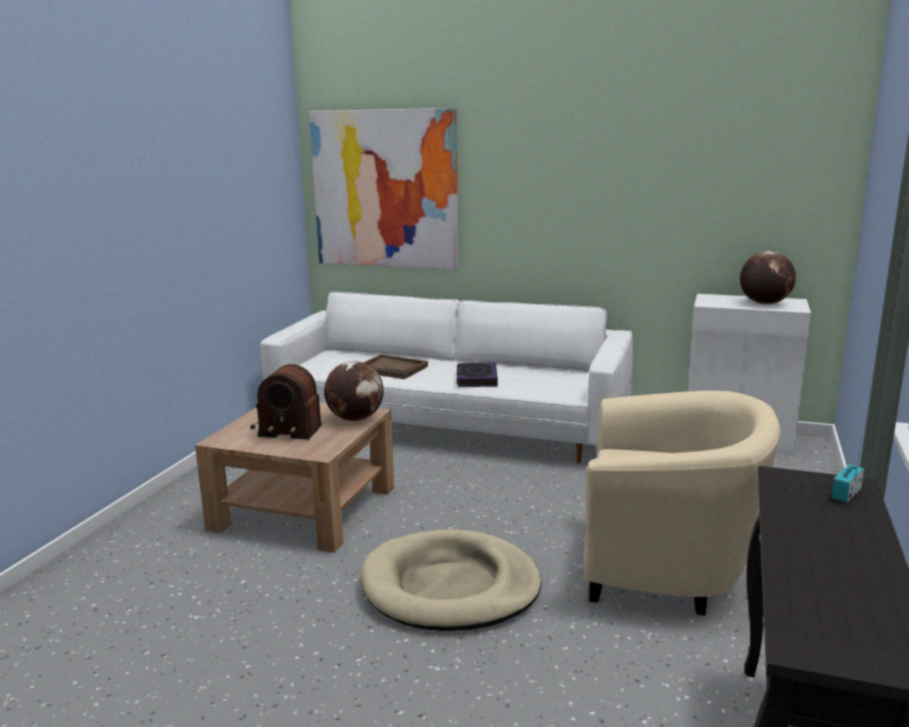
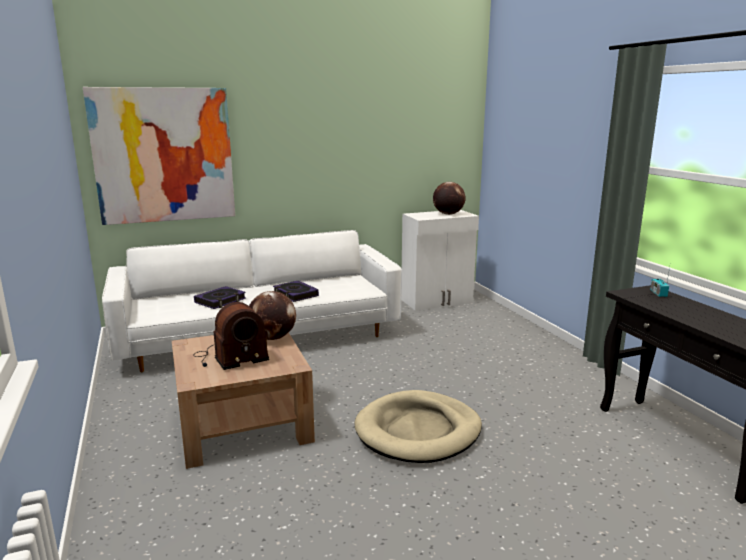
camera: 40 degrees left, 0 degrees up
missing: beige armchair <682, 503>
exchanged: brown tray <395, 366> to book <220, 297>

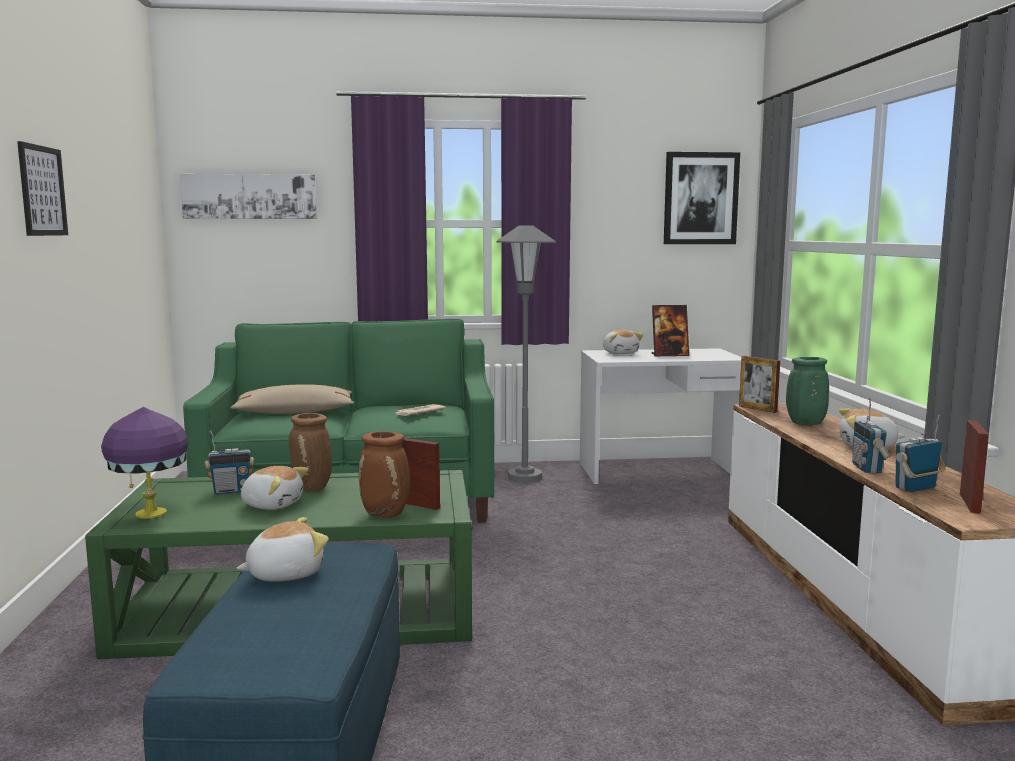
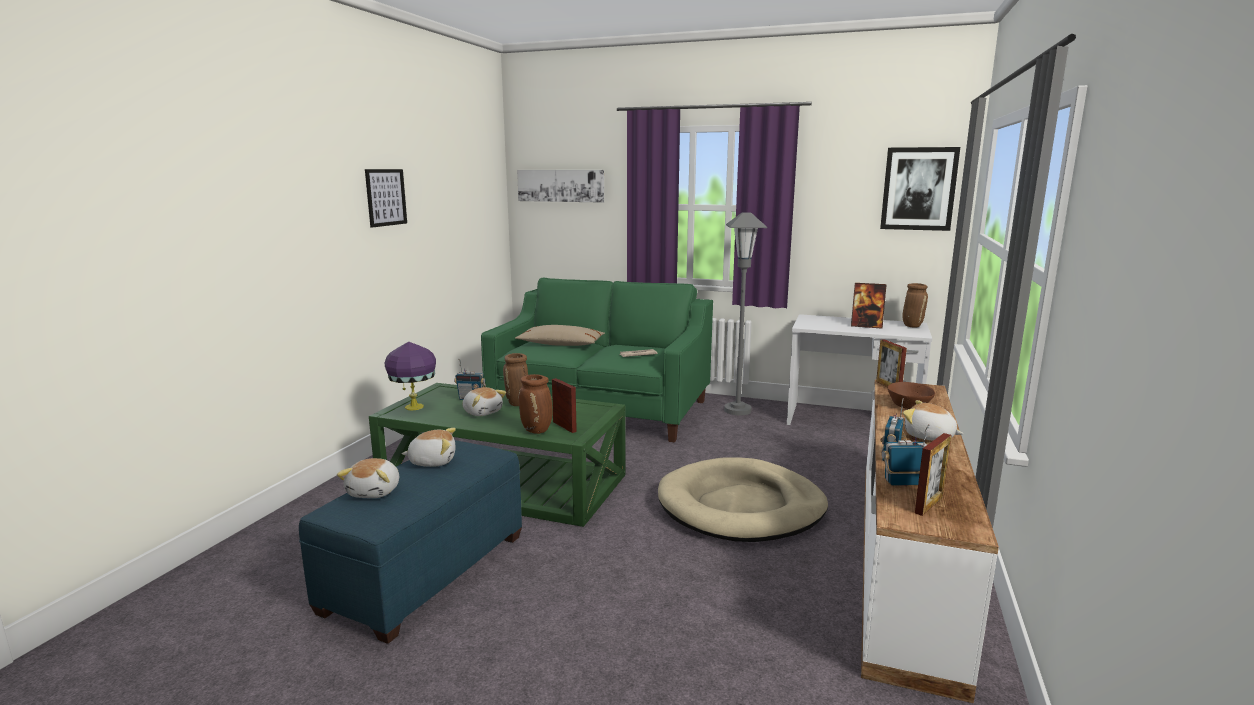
camera: 25 degrees right, 5 degrees up
appeared: beige dog bed <743, 499>; brown vase <915, 305>
relocated: plush toy <623, 341> to <368, 478>
exchanged: green vase <807, 391> to brown bowl <911, 395>

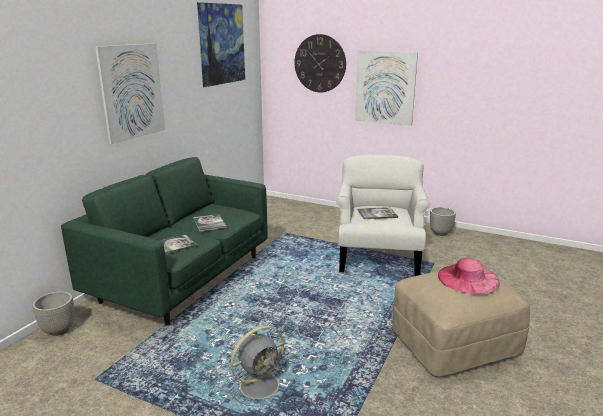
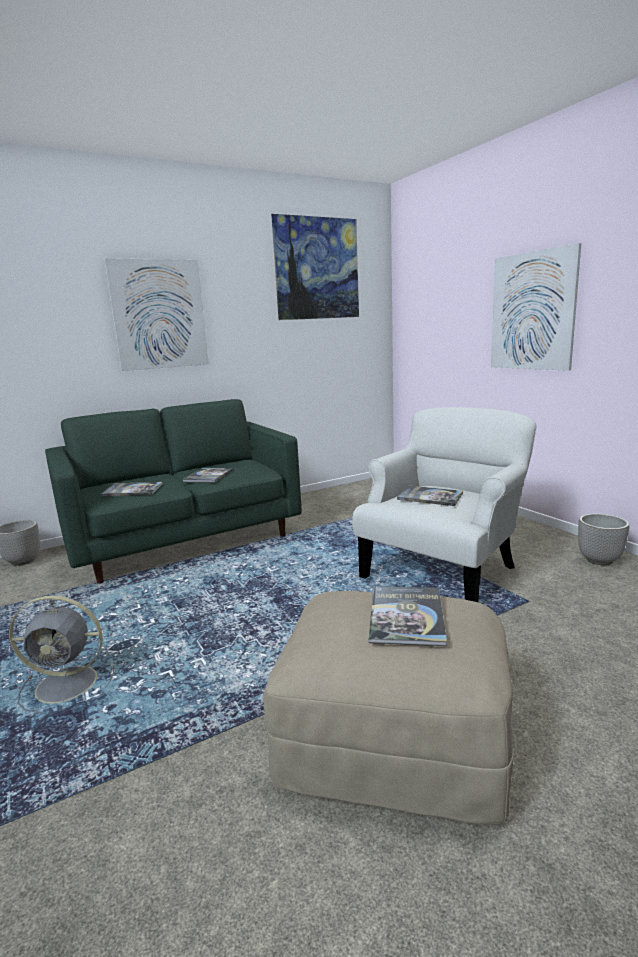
camera: 35 degrees right, 5 degrees down
missing: wall clock <320, 63>
exchanged: pink hat <469, 276> to book <408, 616>

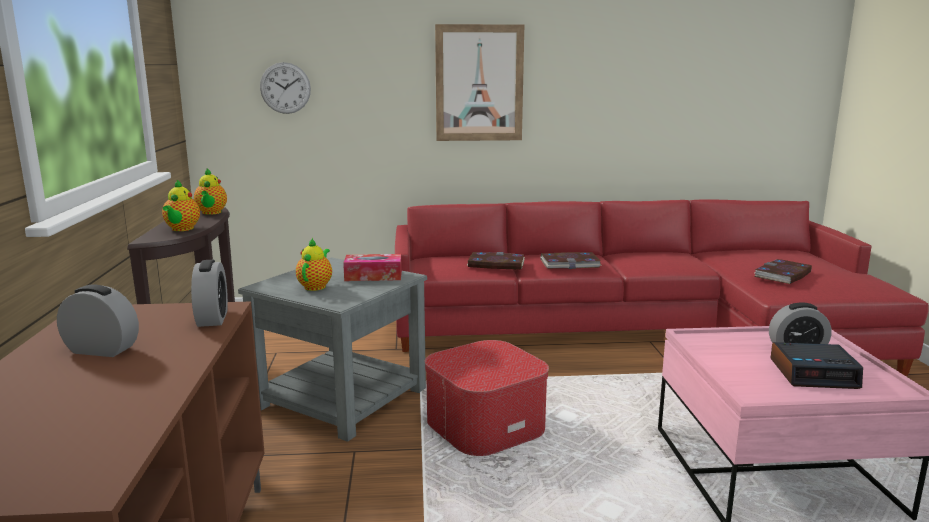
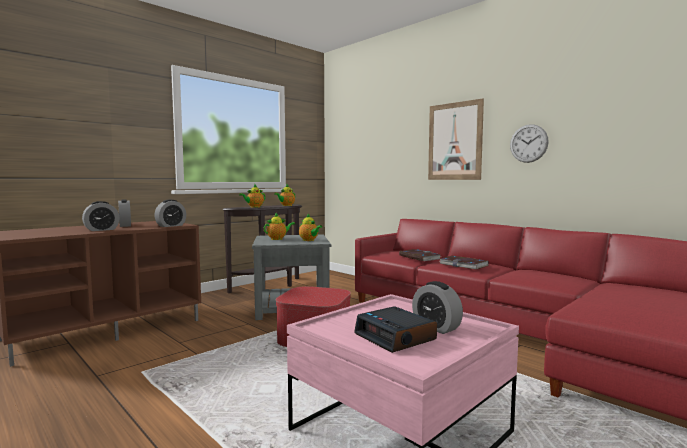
camera: 50 degrees right, 10 degrees down
missing: book <783, 271>
appeared: alarm clock <101, 216>
relocated: wall clock <285, 88> to <529, 143>
exchanged: tissue box <372, 267> to teapot <310, 227>

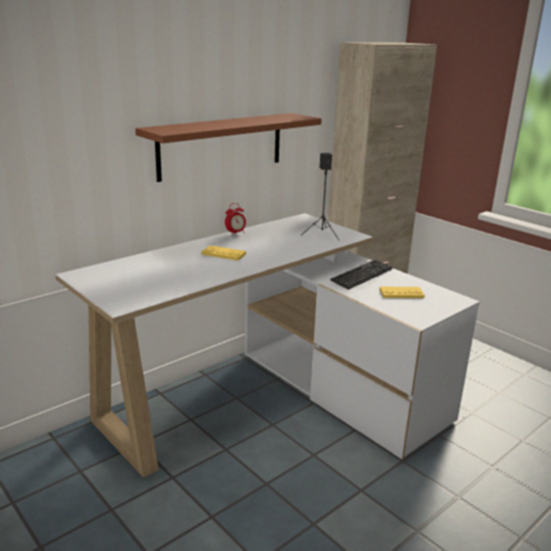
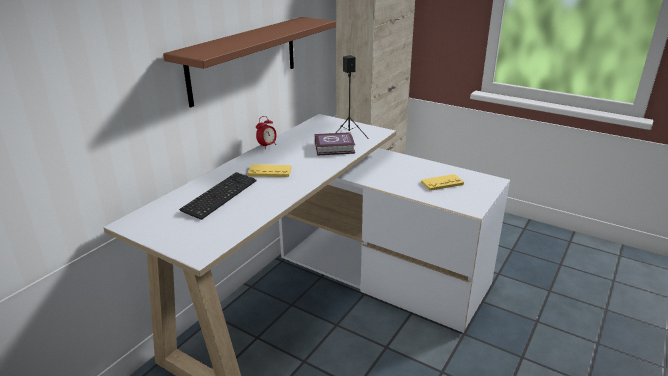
camera: 15 degrees left, 5 degrees up
appeared: book <335, 144>
relocated: keyboard <361, 274> to <217, 196>

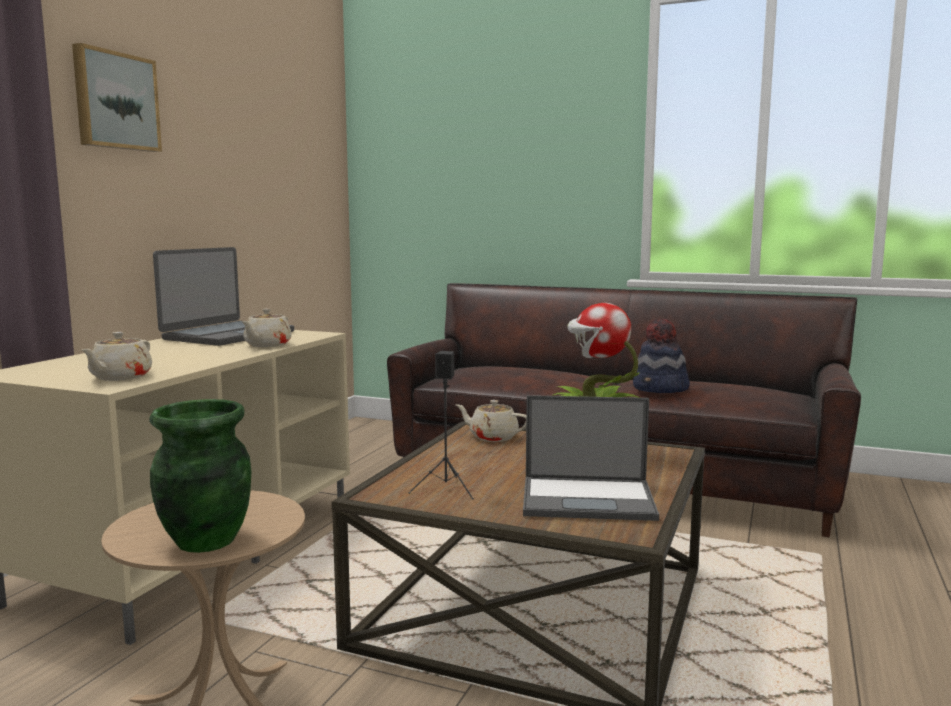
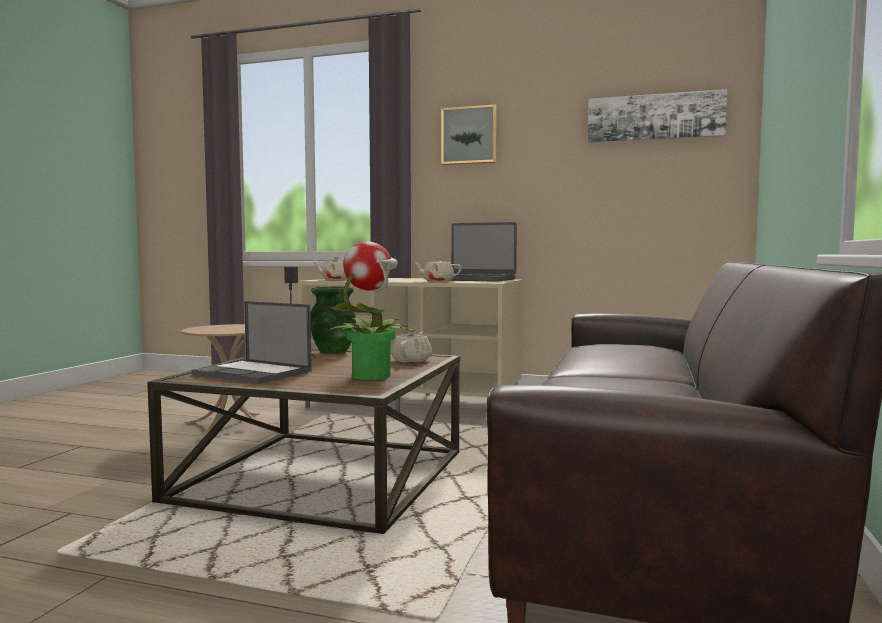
camera: 85 degrees right, 5 degrees down
missing: hat <661, 356>
appeared: picture <657, 116>
relocated: green vase <200, 476> to <333, 320>
spun: laptop <591, 458> = <252, 342> 60 degrees counterclockwise

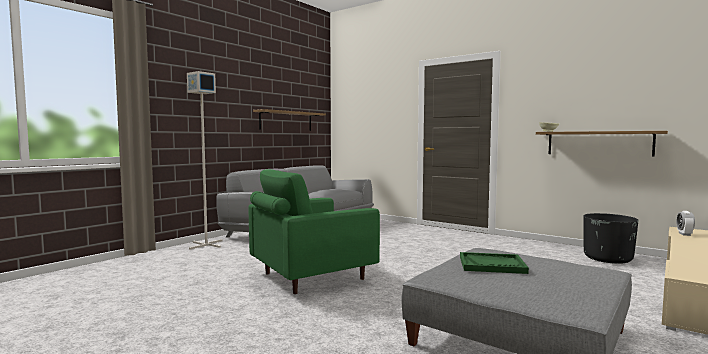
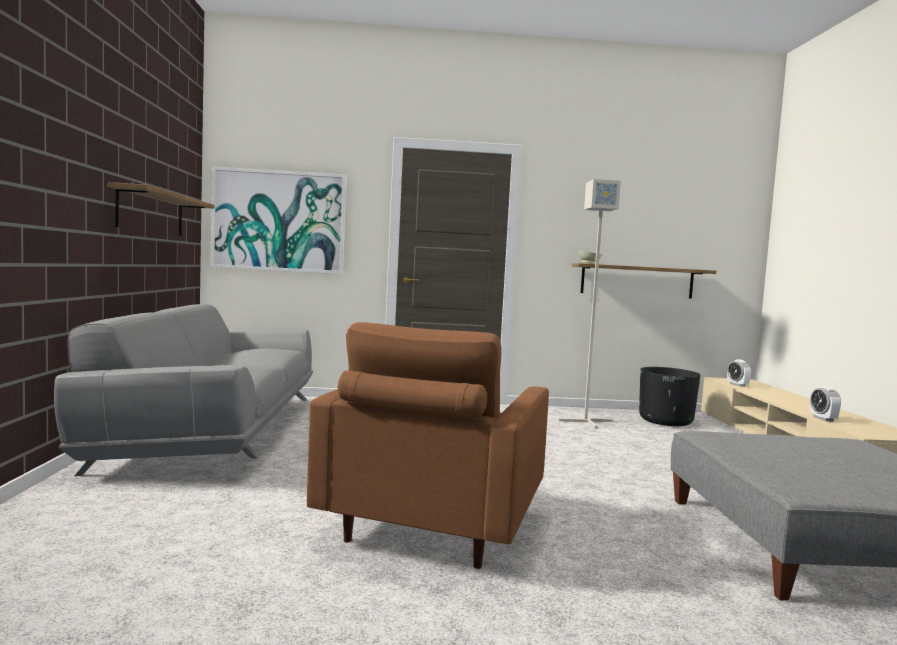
camera: 40 degrees left, 0 degrees up
missing: green tray <494, 263>
appeared: picture <278, 220>; alarm clock <825, 403>
relocated: grey floor lamp <205, 160> to <590, 304>
colour: green armchair <314, 231> to brown armchair <428, 445>

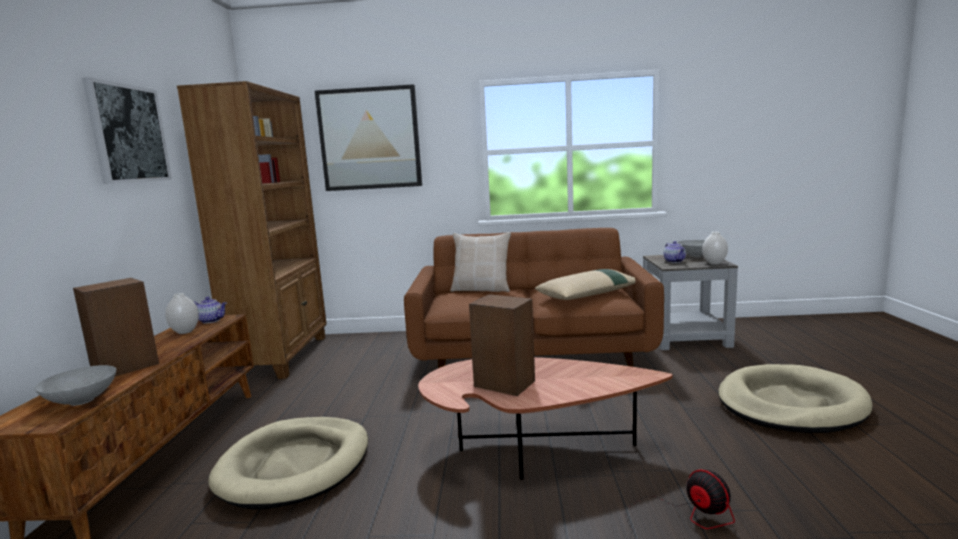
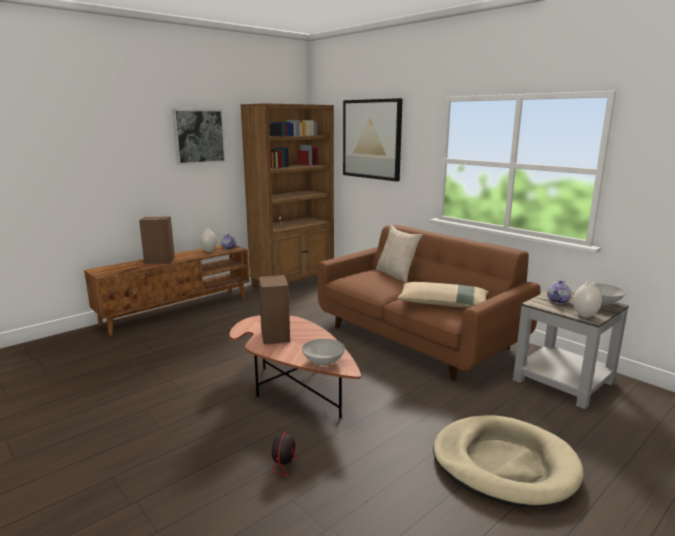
camera: 45 degrees right, 5 degrees up
missing: beige dog bed <288, 463>
relocated: grey bowl <75, 385> to <323, 352>

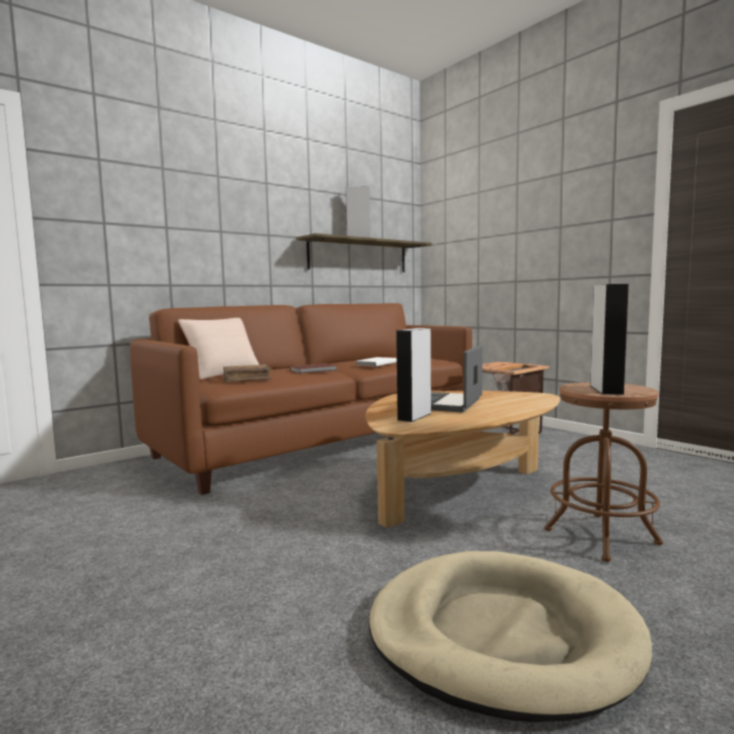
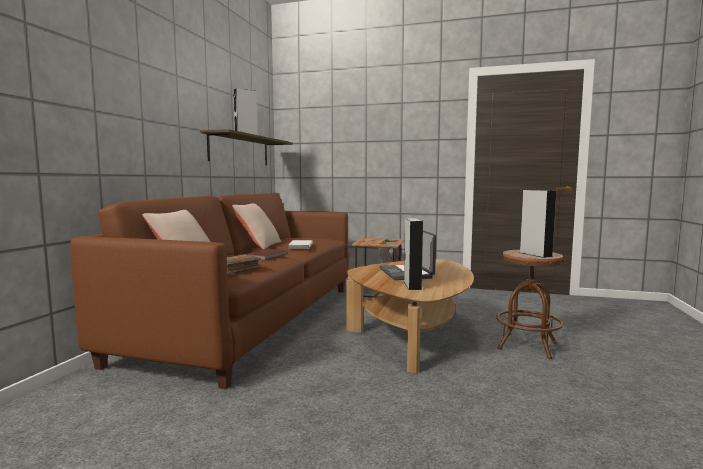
camera: 35 degrees left, 0 degrees up
missing: beige dog bed <510, 636>
appeared: beige pillow <256, 226>

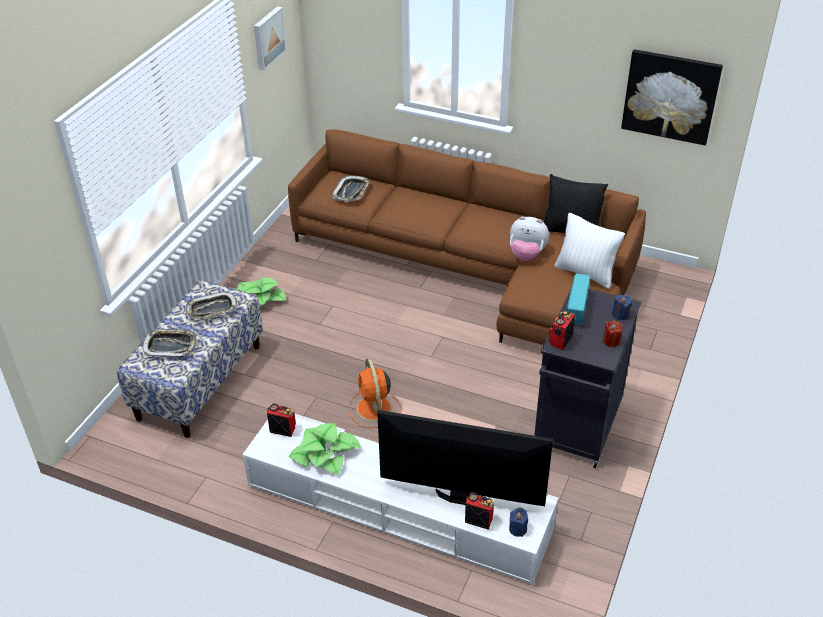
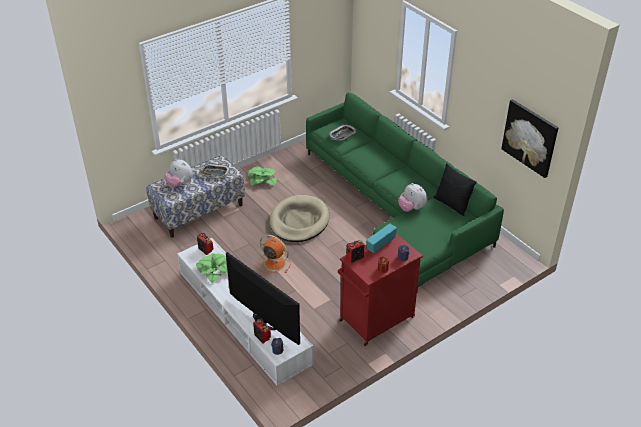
camera: 30 degrees right, 0 degrees up
missing: picture <270, 38>; white pillow <589, 251>
appeared: beige dog bed <300, 218>
exchanged: tray <169, 343> to plush toy <179, 173>
colour: brown sofa <467, 237> to green sofa <405, 192>; black cabinet <587, 378> to red cabinet <380, 289>
spun: orange fan <375, 393> = <274, 254> 105 degrees clockwise

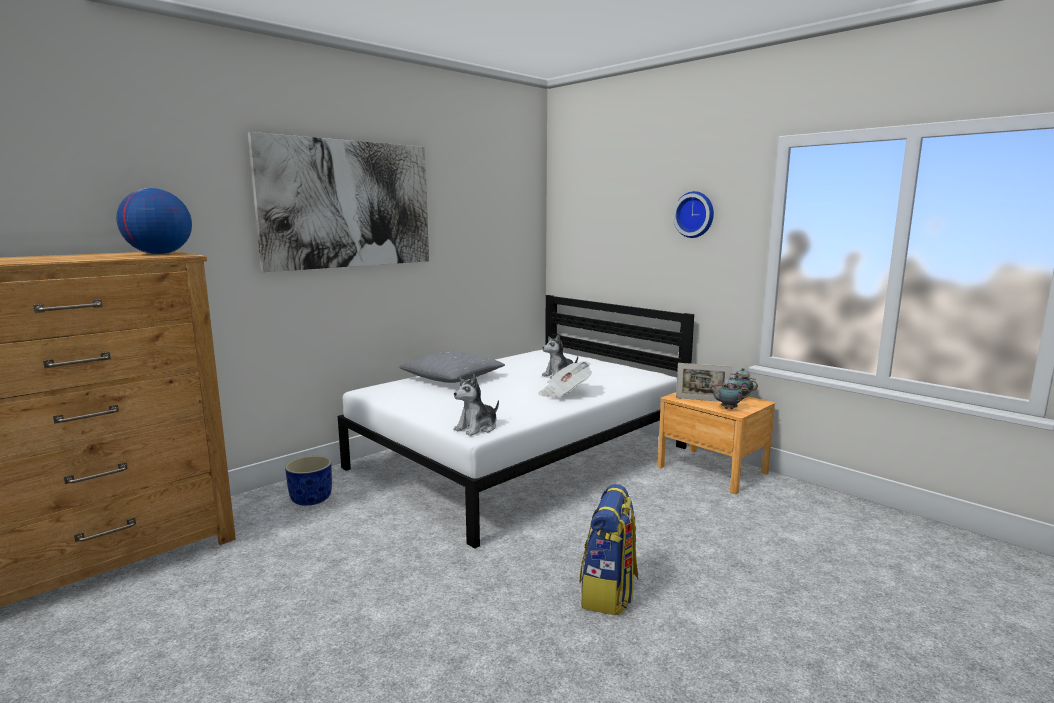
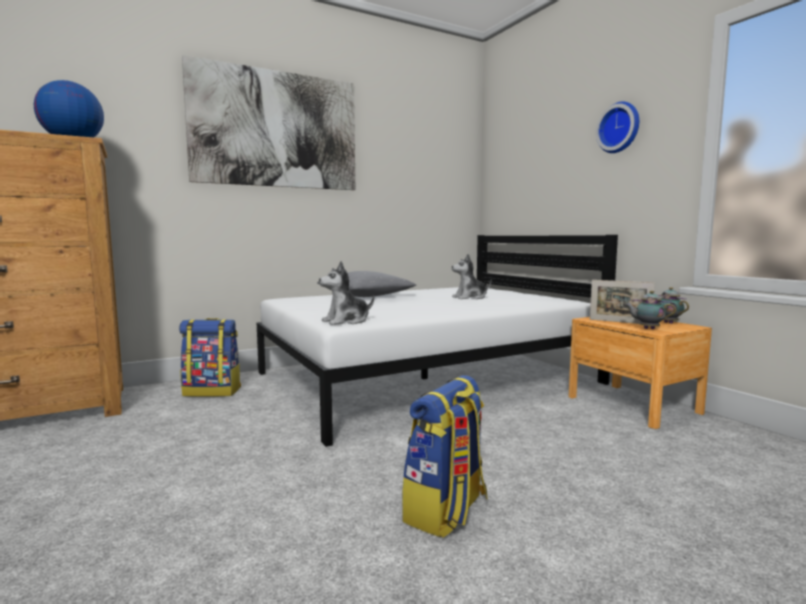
camera: 15 degrees right, 5 degrees down
missing: newspaper <565, 379>
exchanged: blue planter <308, 481> to backpack <210, 357>

